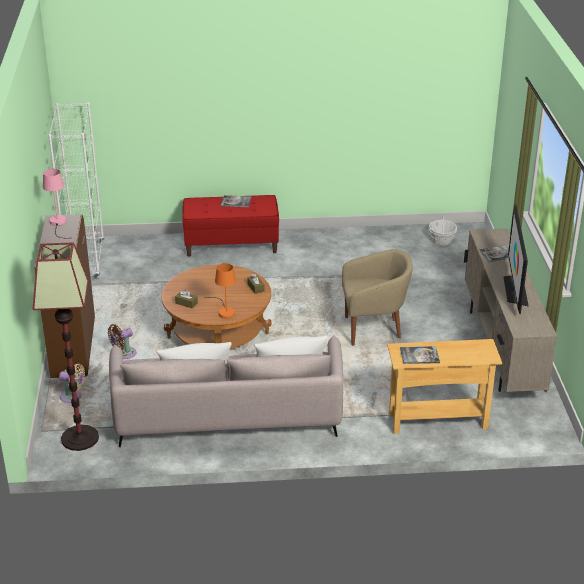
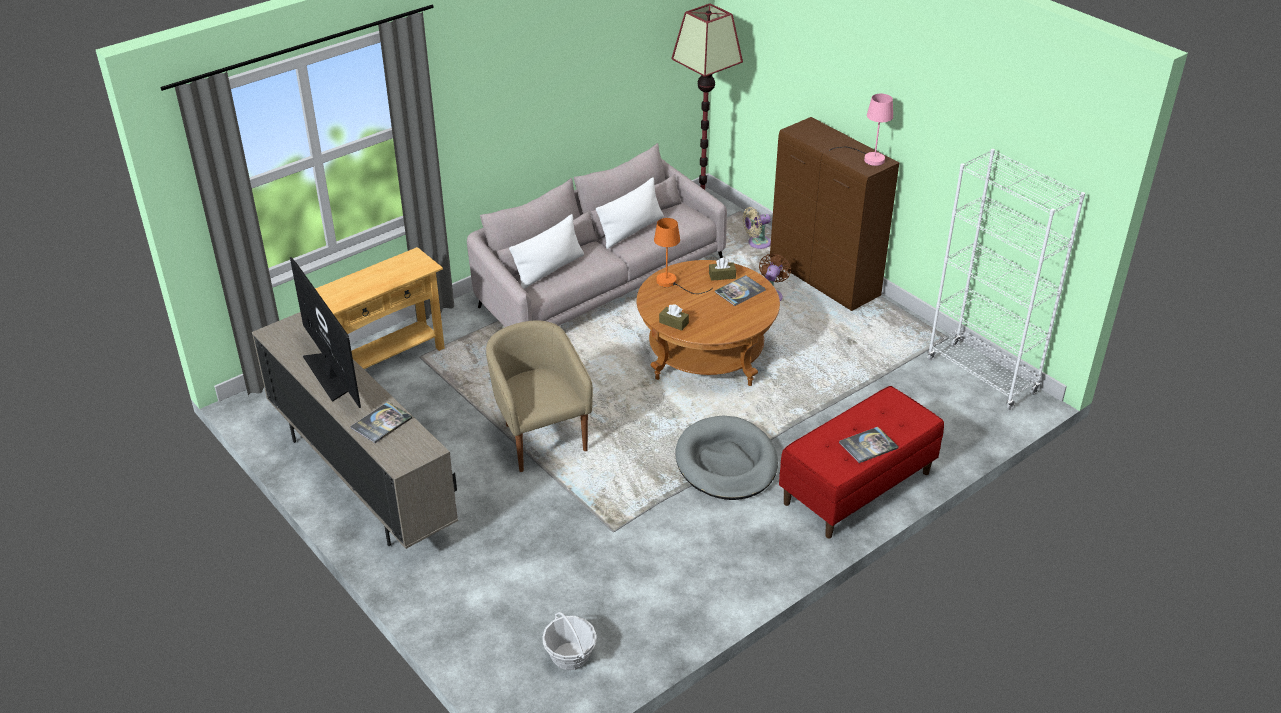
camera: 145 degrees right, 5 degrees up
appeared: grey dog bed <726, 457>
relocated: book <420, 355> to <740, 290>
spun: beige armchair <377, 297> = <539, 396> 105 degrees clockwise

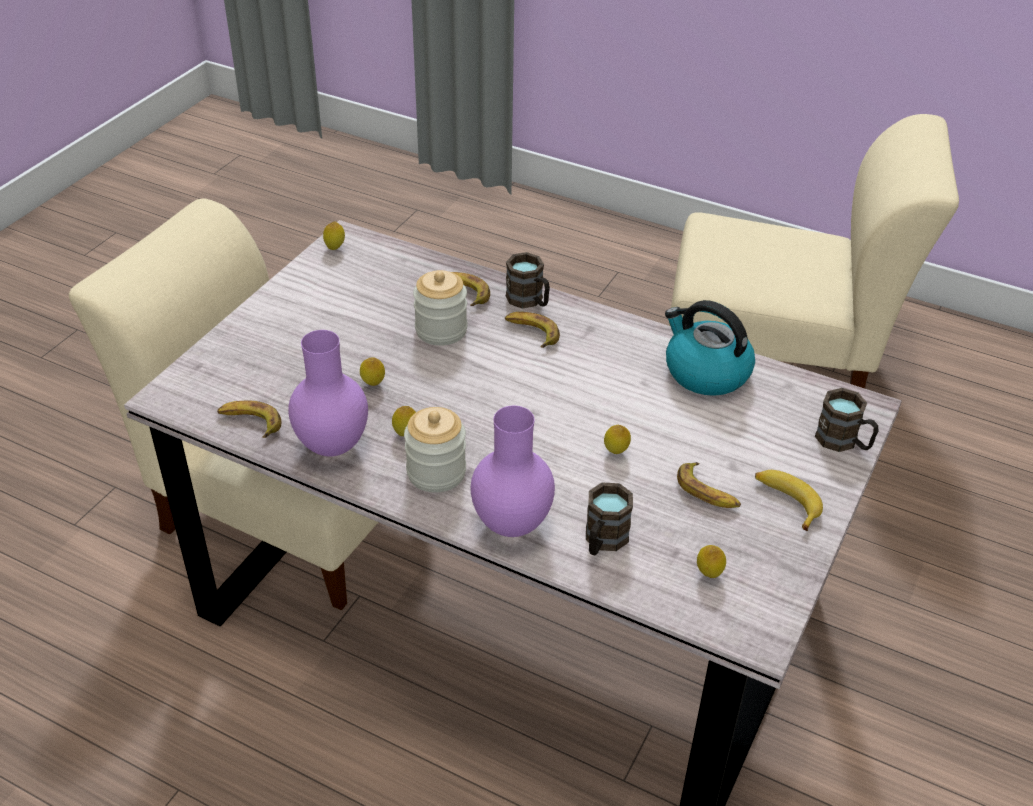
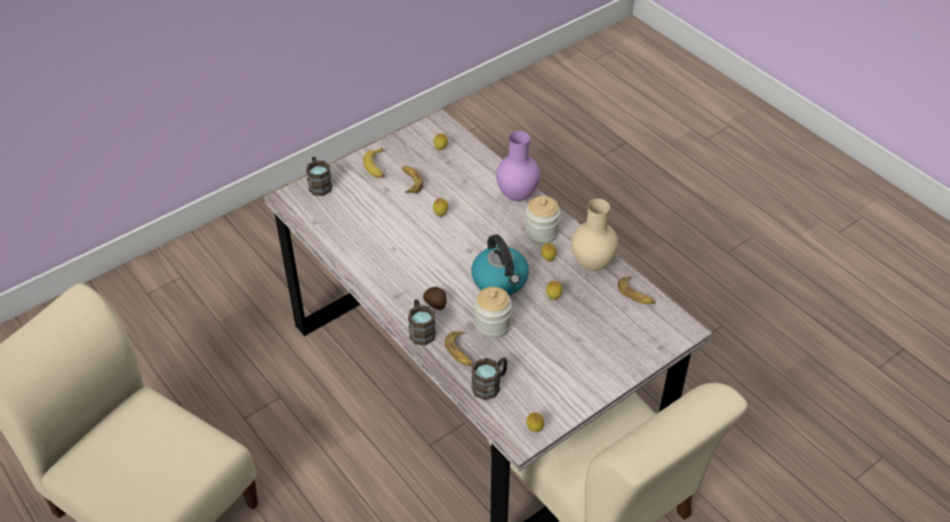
camera: 155 degrees left, 5 degrees up
relocated: kettle <710, 348> to <500, 264>; brown mug <609, 519> to <489, 378>
exchanged: banana <532, 330> to potato <434, 298>
colour: purple vase <328, 393> to beige vase <594, 235>

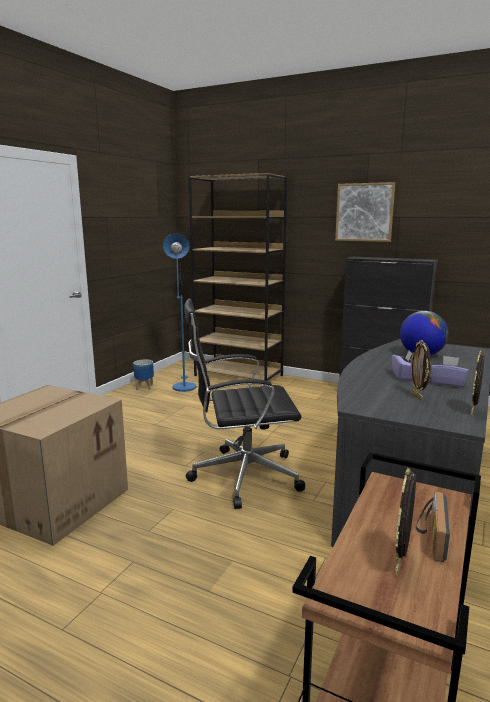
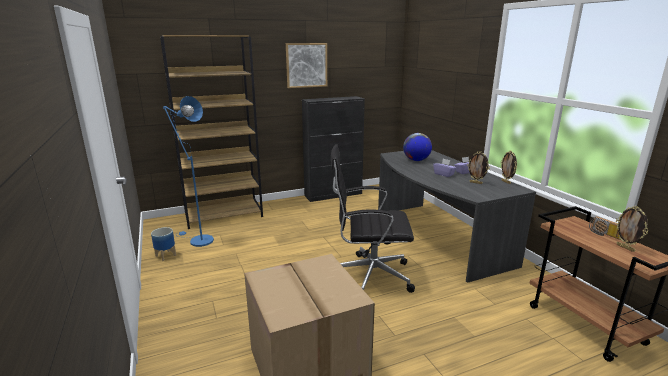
camera: 50 degrees left, 5 degrees up
spun: black office chair <244, 403> = <373, 218> 60 degrees clockwise

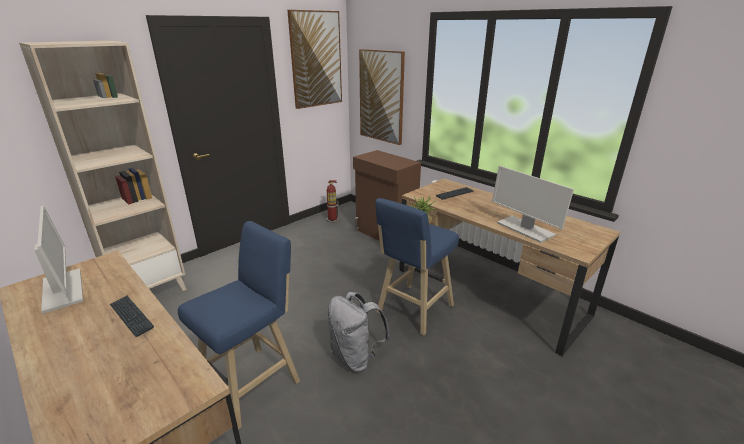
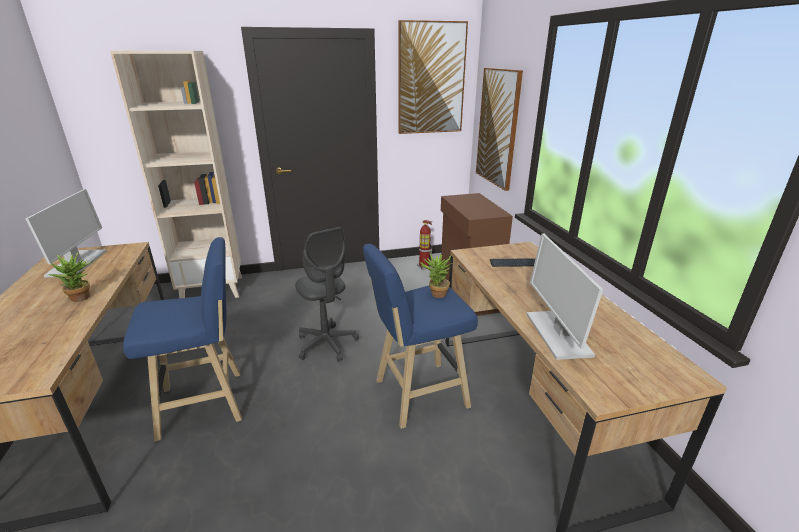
camera: 30 degrees right, 0 degrees up
missing: grey backpack <359, 332>
appeared: grey office chair <327, 294>
exchanged: keyboard <132, 316> to potted plant <71, 277>

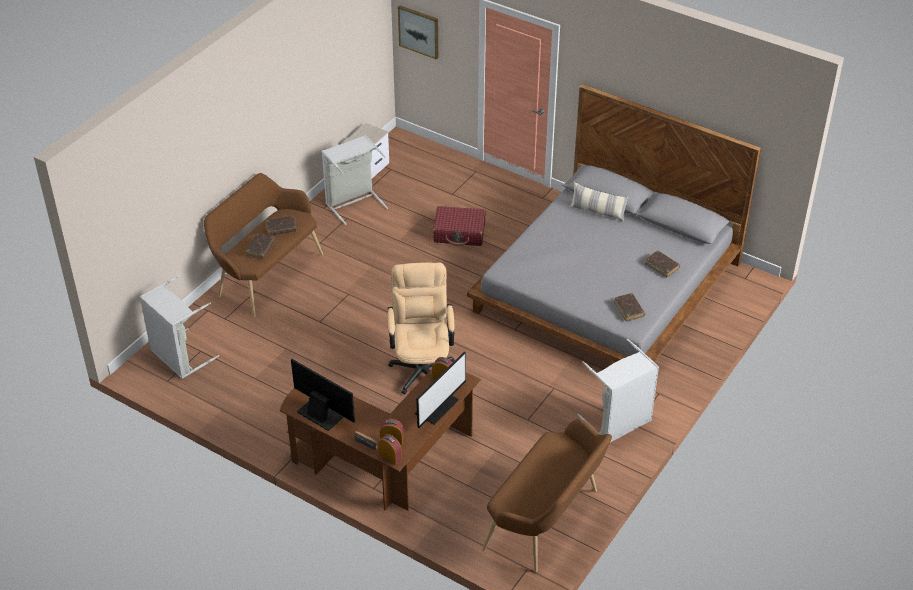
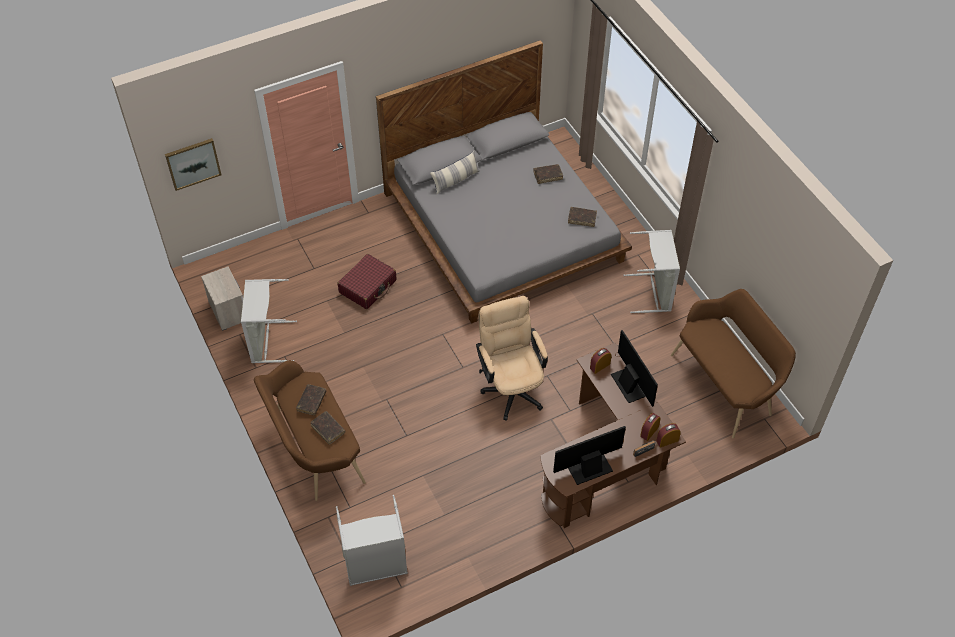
camera: 60 degrees left, 10 degrees up
spun: beige office chair <421, 328> = <512, 358> 45 degrees clockwise

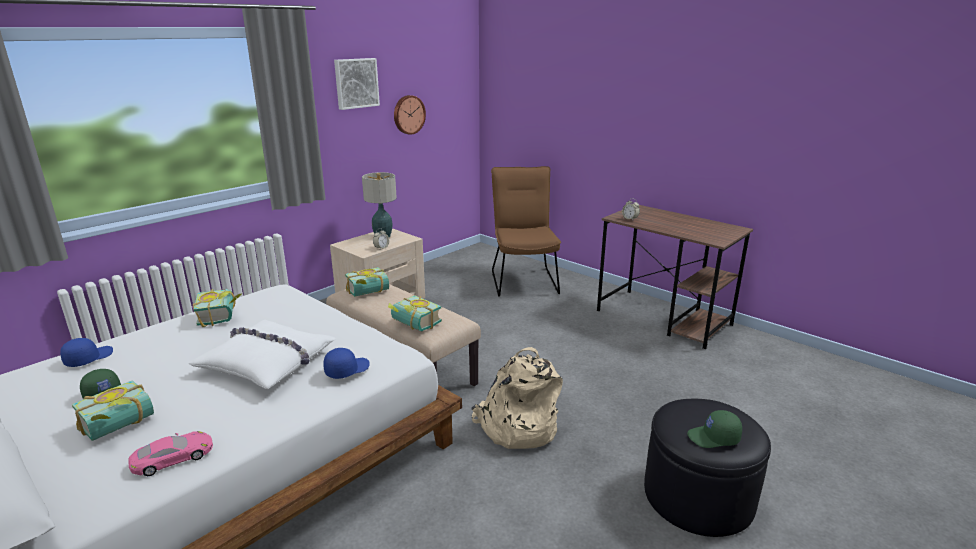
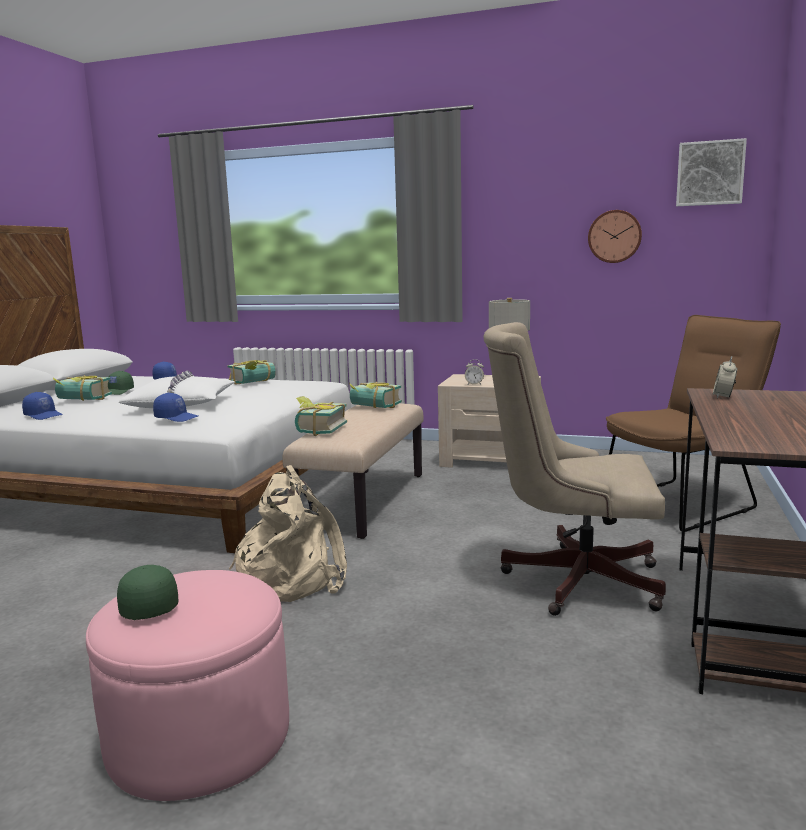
camera: 65 degrees right, 10 degrees down
appeared: beige office chair <574, 469>
relocated: picture <357, 84> to <711, 172>
exchanged: pink toy car <170, 453> to blue cap <42, 406>
colour: black ottoman <707, 468> to pink ottoman <187, 685>

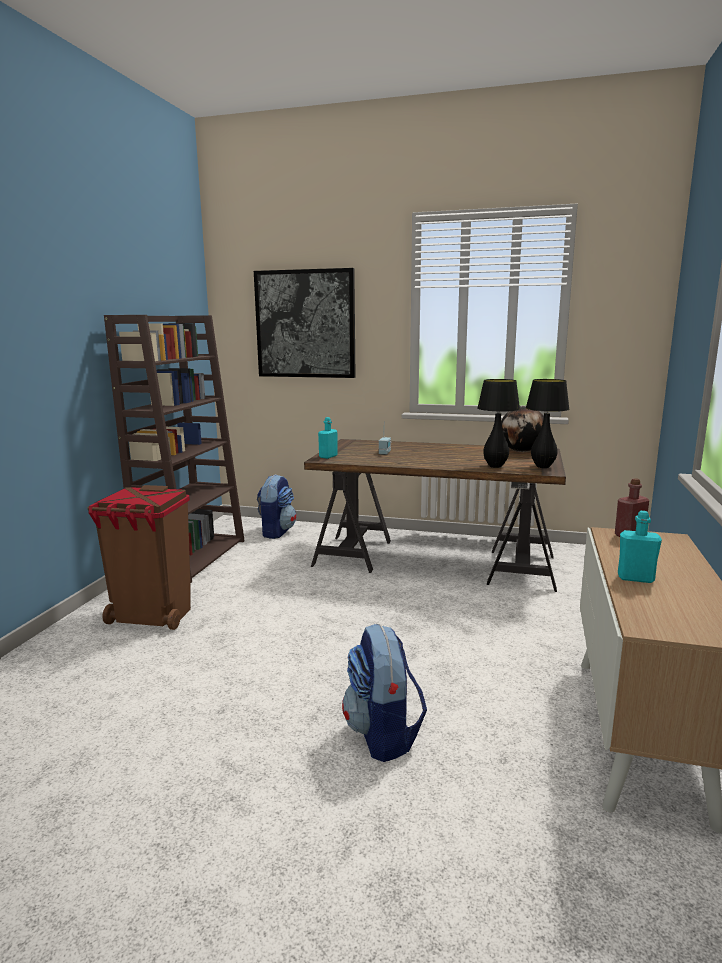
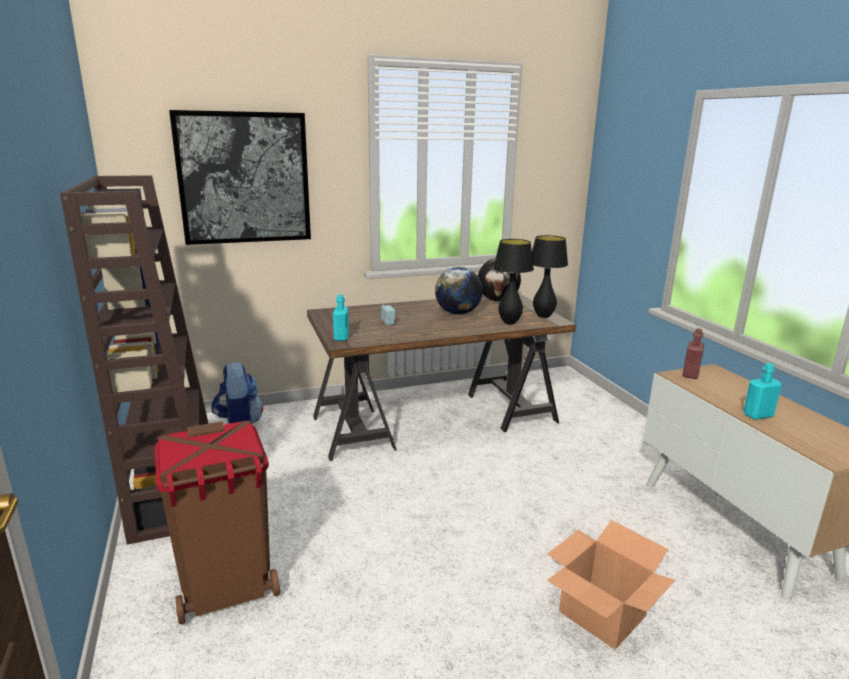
camera: 35 degrees left, 5 degrees up
appeared: globe <459, 291>
exchanged: backpack <384, 693> to cardboard box <611, 584>

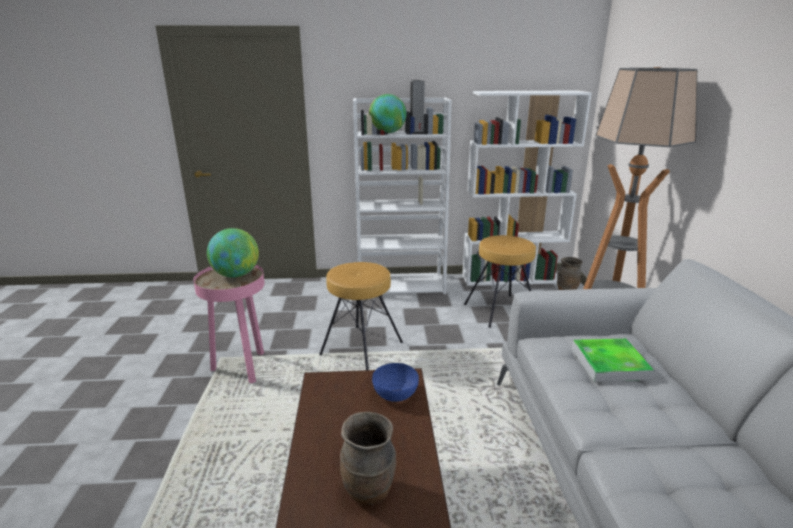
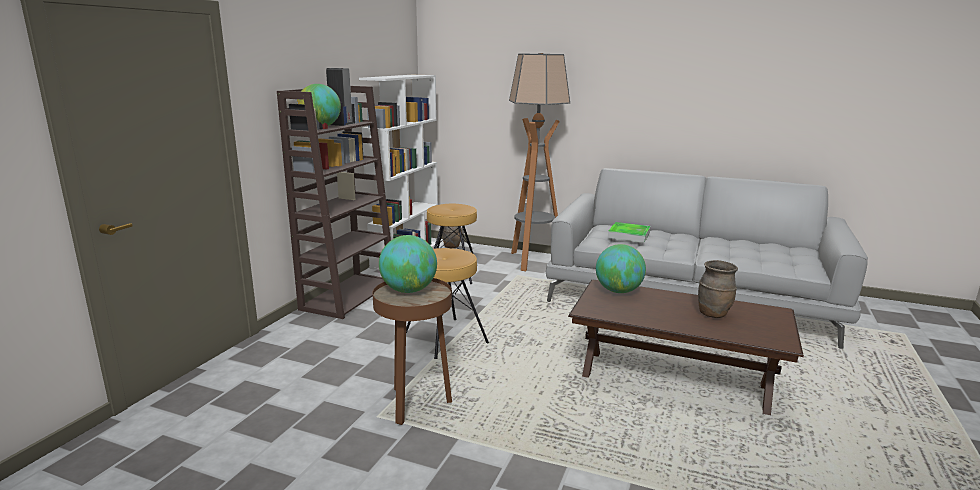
camera: 65 degrees left, 5 degrees down
exchanged: blue bowl <395, 382> to globe <621, 268>
colour: white bookcase <402, 196> to brown bookcase <334, 202>; pink side table <229, 324> to brown side table <412, 351>

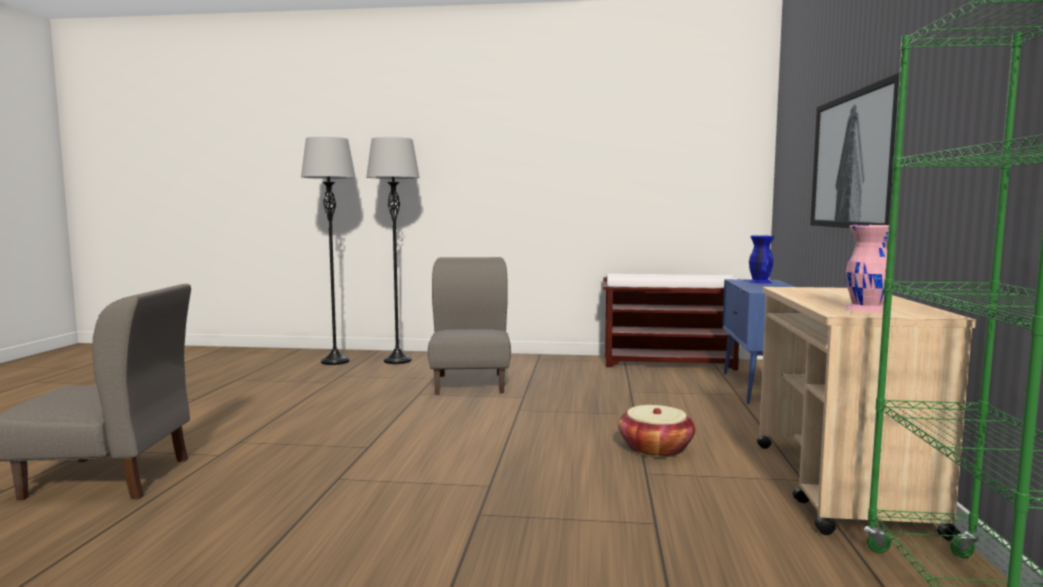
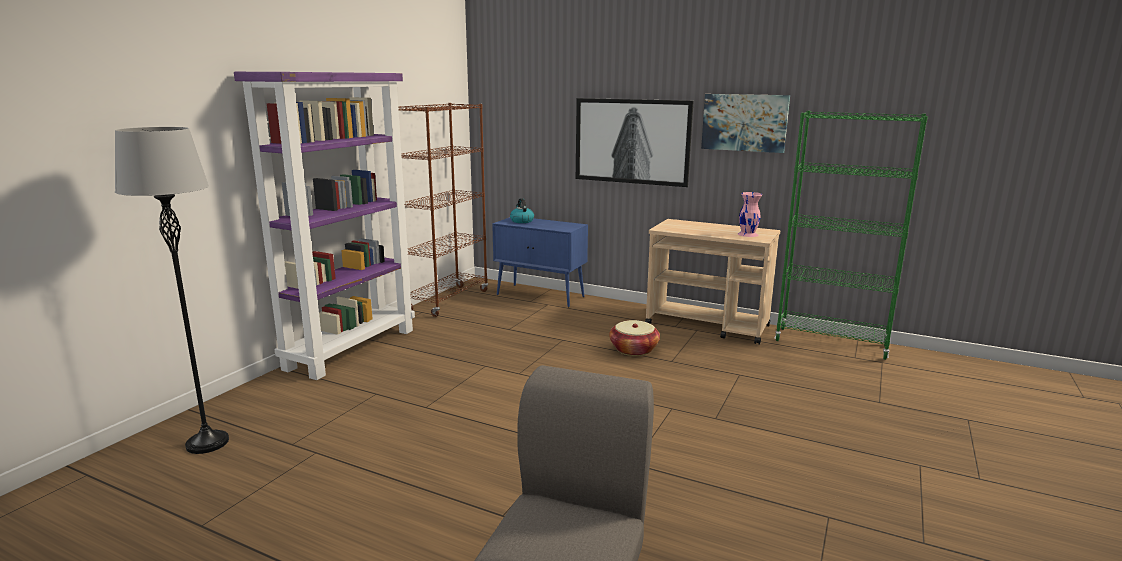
camera: 70 degrees left, 10 degrees up
missing: grey floor lamp <393, 250>; grey chair <469, 326>
appeared: purple bookcase <324, 226>; picture <745, 123>
exchanged: brown bench <672, 322> to brown bookcase <443, 210>; blue vase <761, 259> to kettle <522, 210>

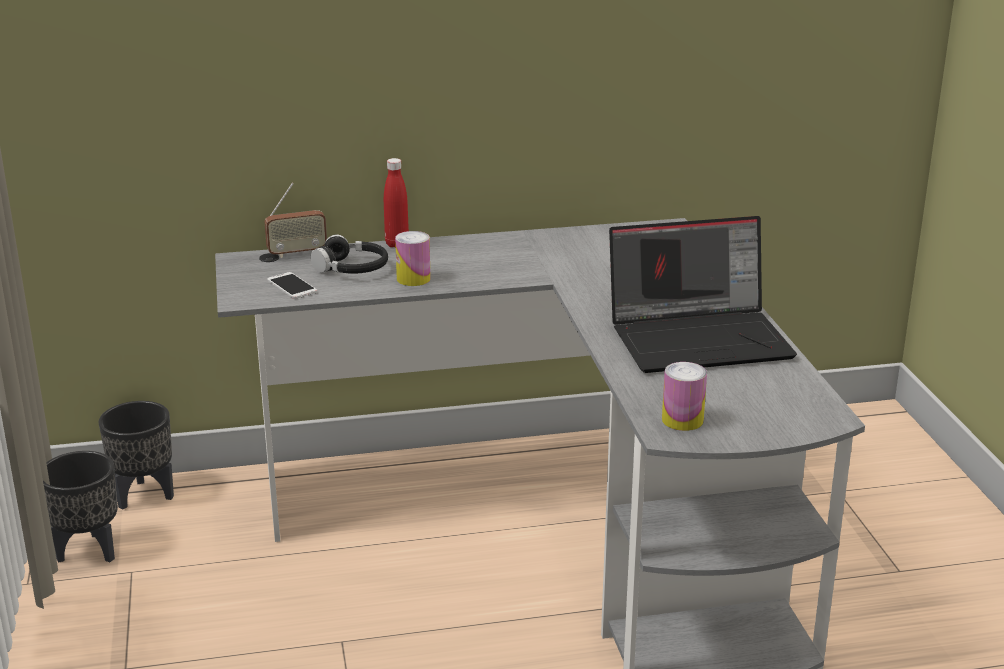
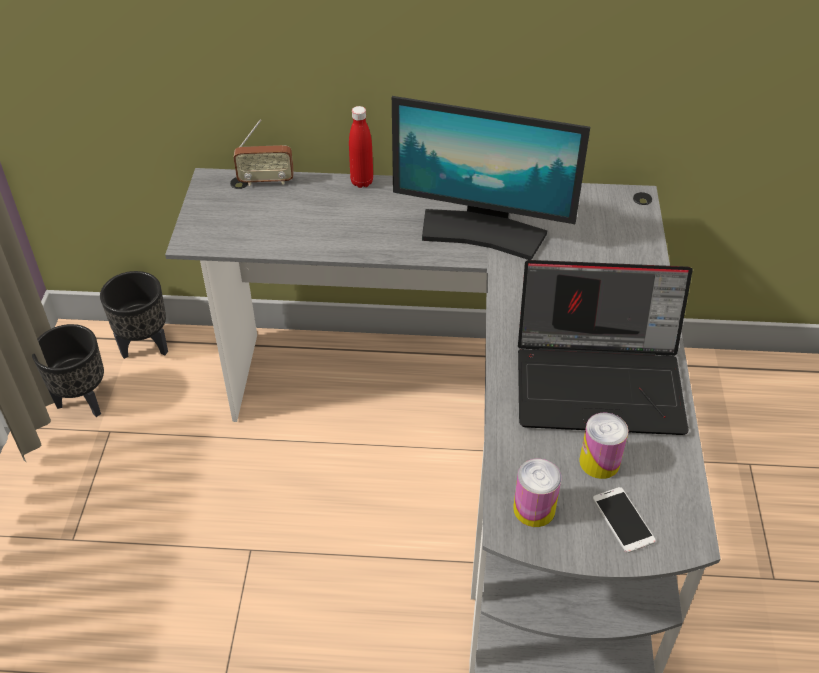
camera: 15 degrees right, 20 degrees up
missing: black headphones <349, 254>
appeared: monitor <491, 178>
relocated: can <413, 258> to <603, 446>; phone <292, 285> to <624, 520>

